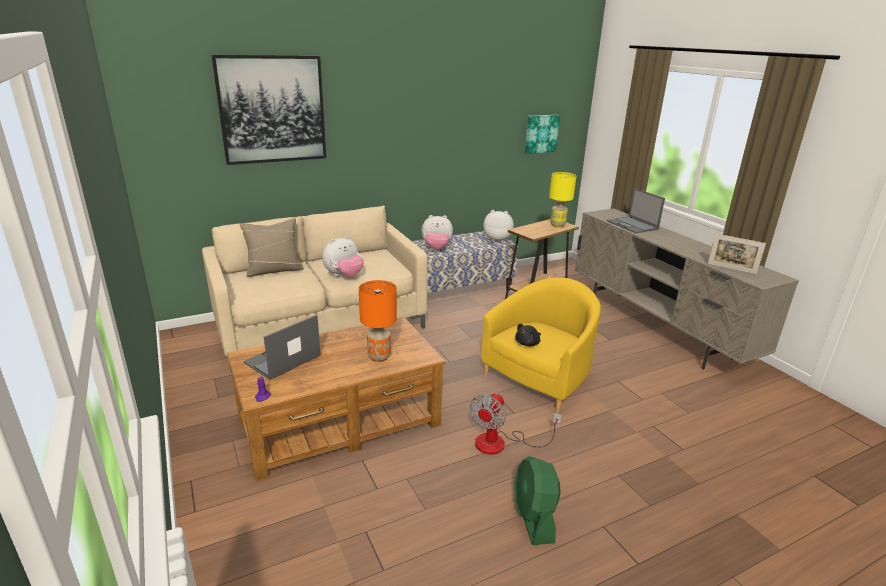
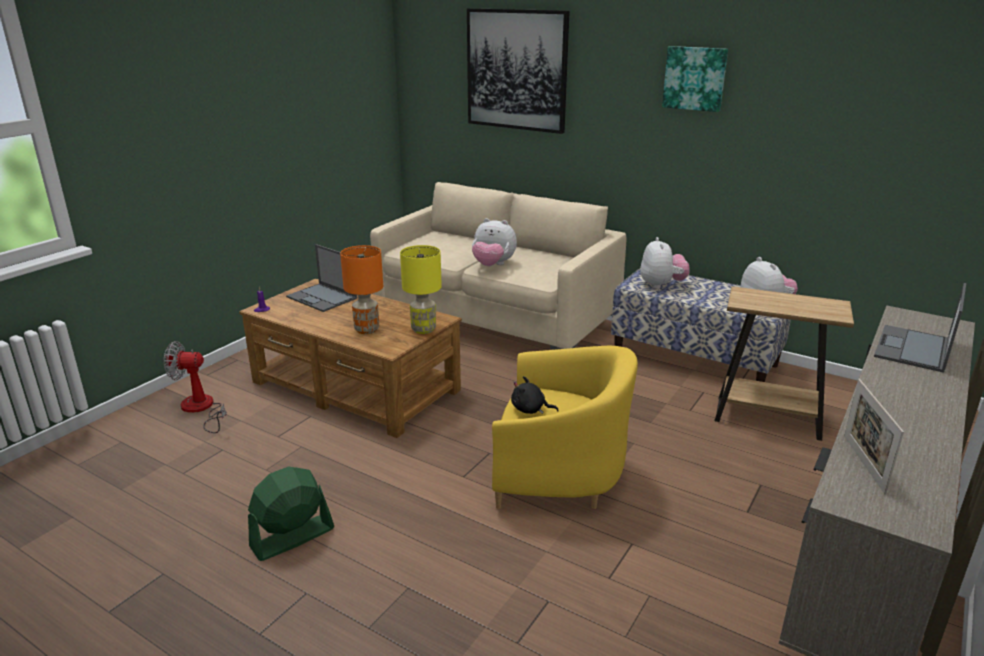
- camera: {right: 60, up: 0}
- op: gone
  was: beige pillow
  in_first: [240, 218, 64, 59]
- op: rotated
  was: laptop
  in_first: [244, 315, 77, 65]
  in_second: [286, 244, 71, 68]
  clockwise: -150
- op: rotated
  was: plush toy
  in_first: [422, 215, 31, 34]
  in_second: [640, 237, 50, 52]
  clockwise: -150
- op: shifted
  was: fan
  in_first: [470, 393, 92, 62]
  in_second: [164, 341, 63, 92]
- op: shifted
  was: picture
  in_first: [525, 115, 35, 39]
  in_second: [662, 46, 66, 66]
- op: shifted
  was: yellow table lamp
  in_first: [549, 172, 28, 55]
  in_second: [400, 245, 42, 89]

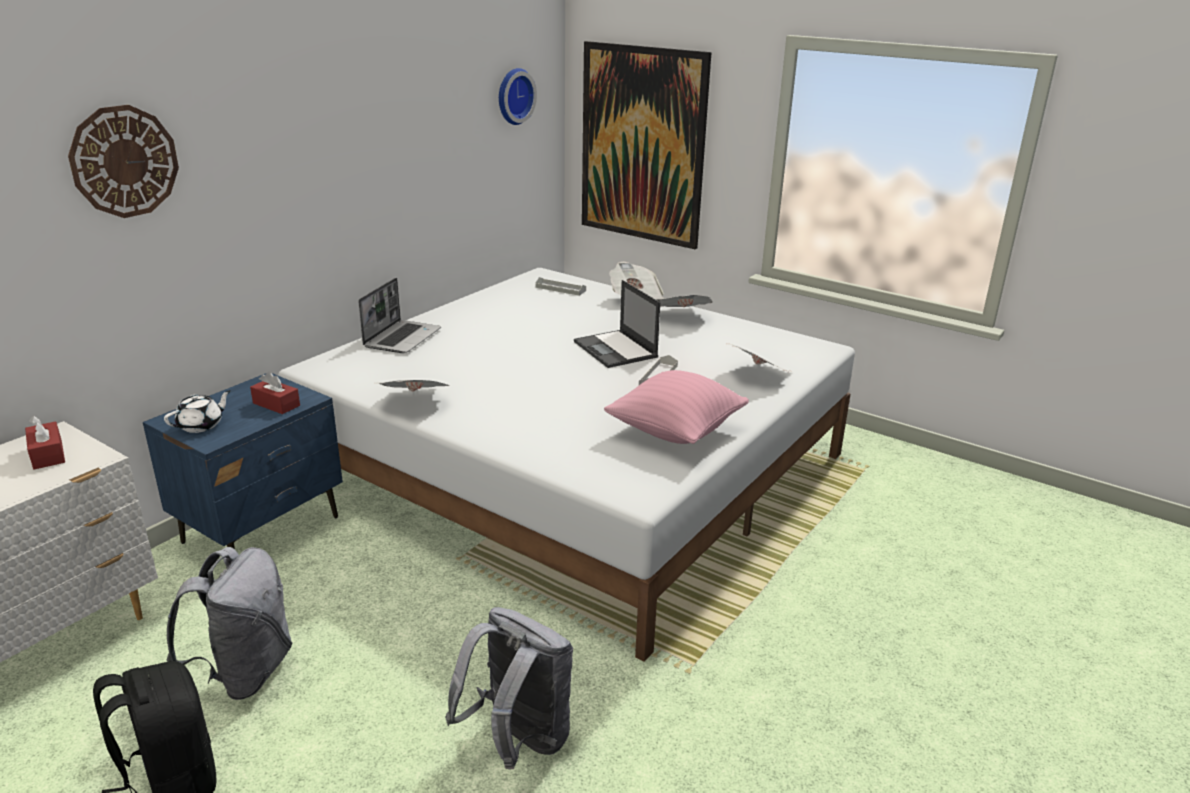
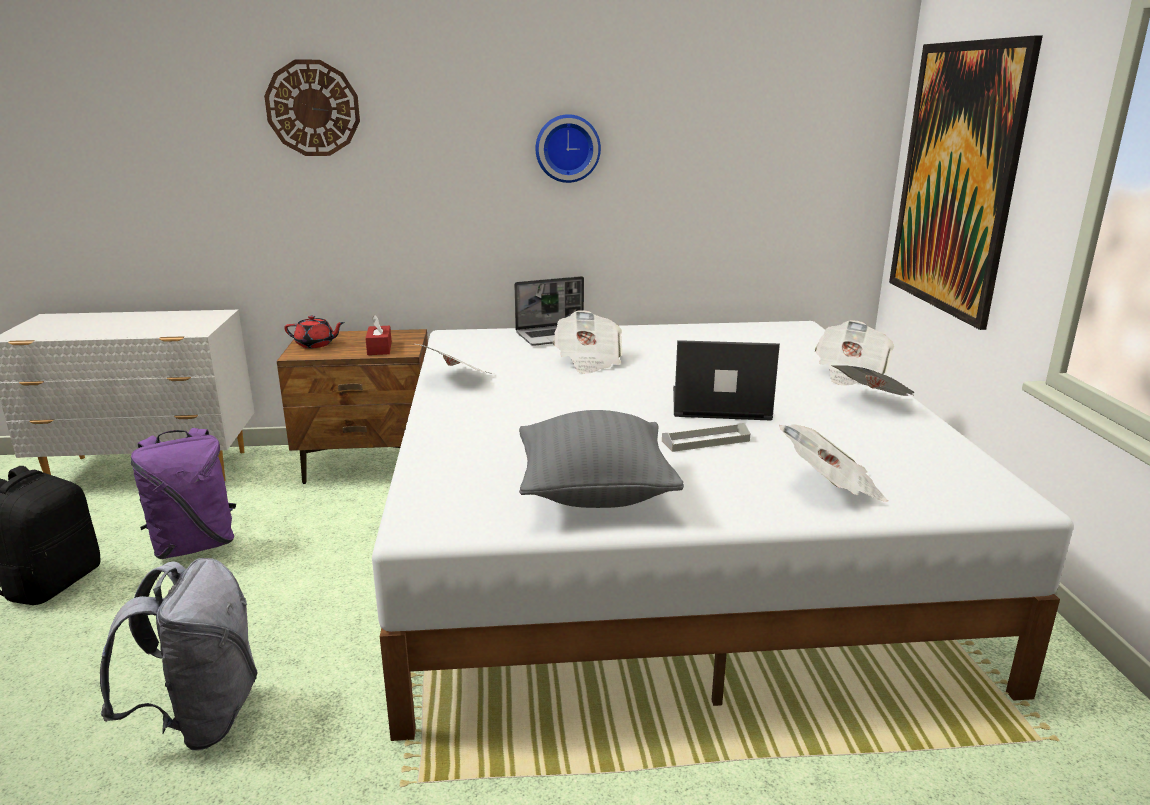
- camera: {right: 50, up: -5}
- op: gone
  was: red tissue box
  in_first: [25, 416, 40, 54]
- op: repainted
  was: blue nightstand
  now: brown nightstand
  in_first: [143, 373, 200, 176]
  in_second: [277, 329, 151, 155]
- op: repainted
  was: white teapot
  now: red teapot
  in_first: [164, 390, 67, 43]
  in_second: [284, 315, 61, 33]
- op: repainted
  was: grey backpack
  now: purple backpack
  in_first: [166, 547, 127, 153]
  in_second: [131, 428, 105, 131]
- op: shifted
  was: wall clock
  in_first: [499, 68, 38, 57]
  in_second: [535, 114, 66, 69]
- op: gone
  was: grey tray
  in_first: [535, 277, 51, 19]
- op: rotated
  was: laptop
  in_first: [574, 280, 86, 88]
  in_second: [673, 340, 107, 81]
  clockwise: 75
- op: repainted
  was: pink pillow
  now: grey pillow
  in_first: [604, 370, 145, 74]
  in_second: [519, 410, 165, 98]
- op: new
  now: newspaper
  in_second: [553, 310, 70, 64]

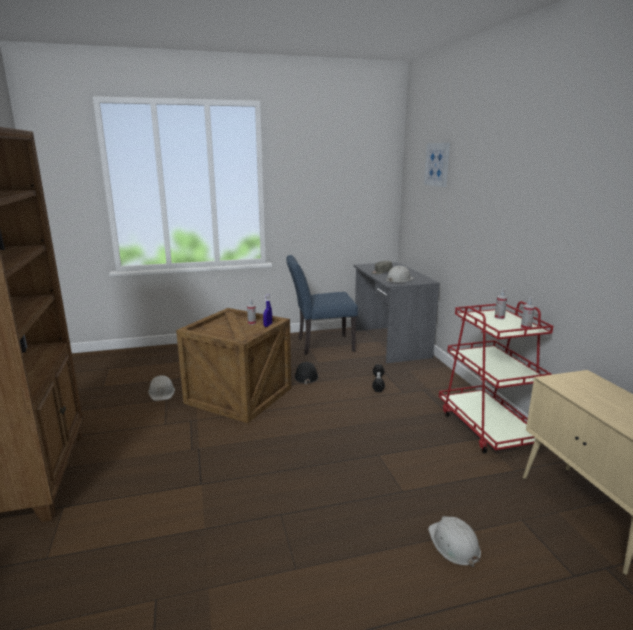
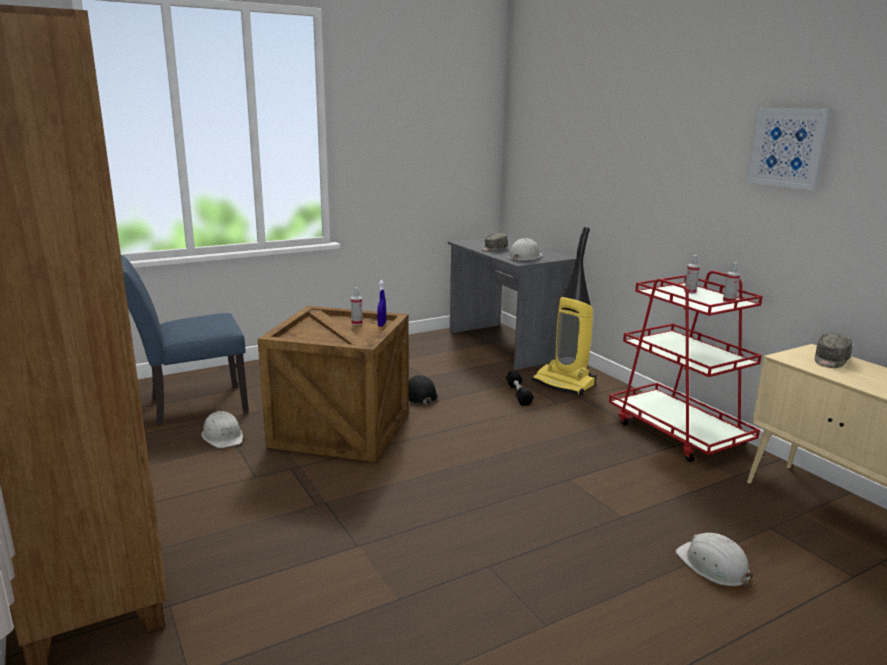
- camera: {right: -15, up: 0}
- op: shifted
  was: blue chair
  in_first: [286, 255, 72, 100]
  in_second: [121, 255, 128, 171]
- op: shifted
  was: picture
  in_first: [424, 143, 26, 44]
  in_second: [747, 108, 85, 82]
- op: new
  now: vacuum cleaner
  in_second: [532, 227, 64, 169]
- op: new
  now: grey cap
  in_second: [815, 333, 37, 35]

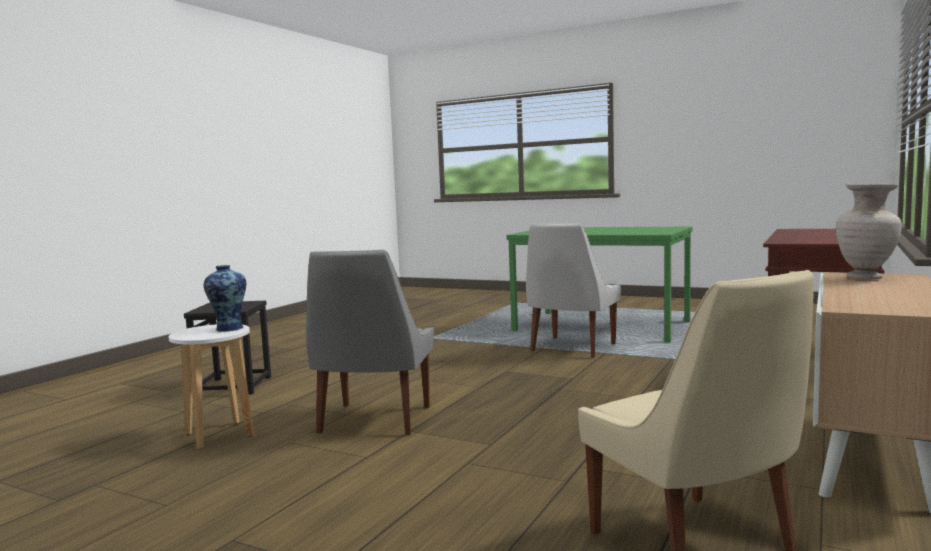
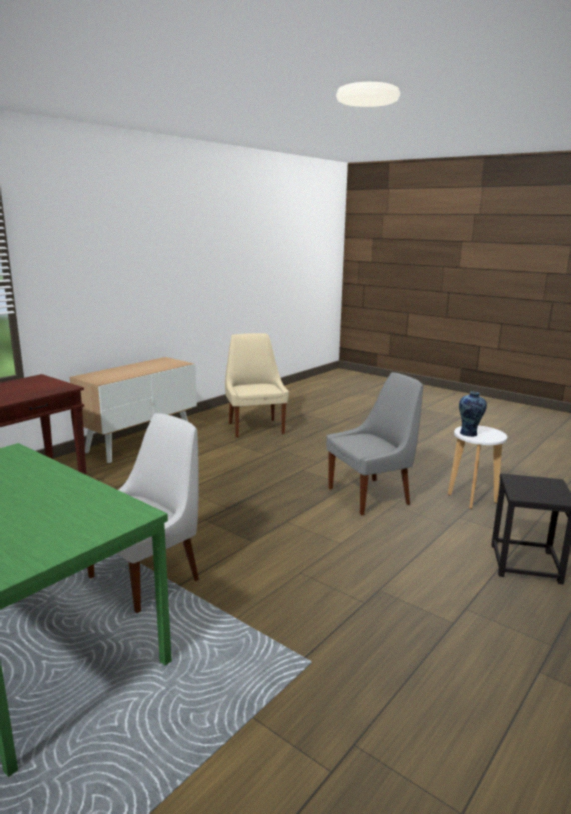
- camera: {right: -170, up: 10}
- op: rotated
  was: grey chair
  in_first: [306, 250, 128, 186]
  in_second: [326, 372, 97, 143]
  clockwise: 45
- op: gone
  was: beige vase
  in_first: [836, 184, 66, 96]

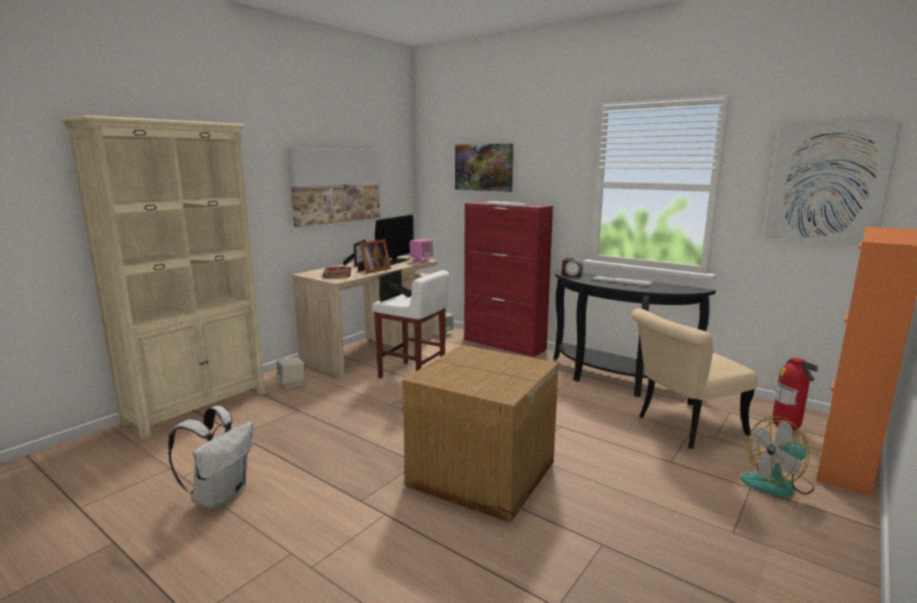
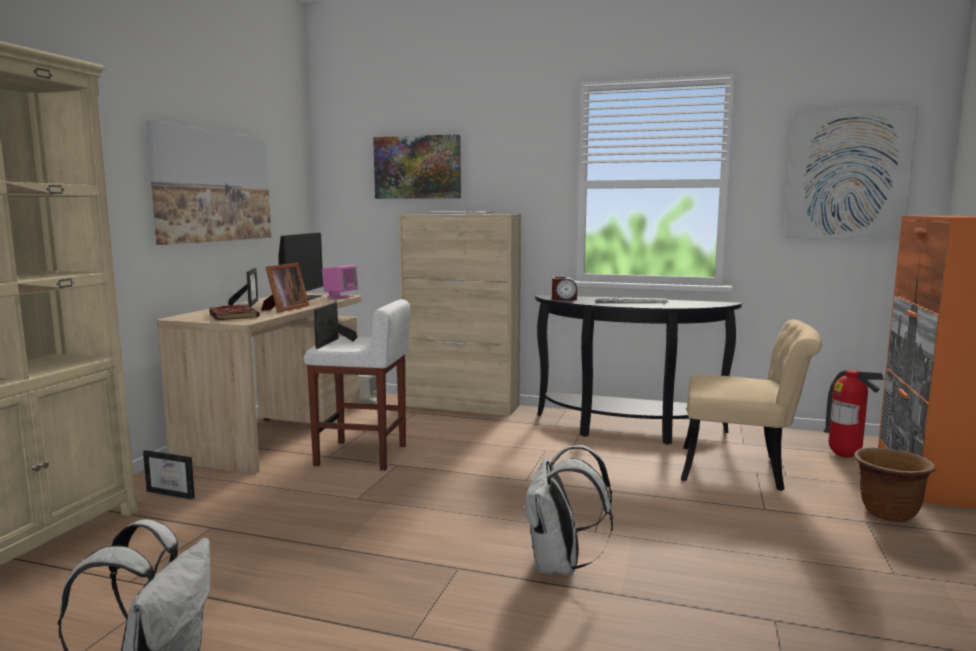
- camera: {right: -20, up: -5}
- op: swapped
  was: beige speaker
  now: picture frame
  in_first: [277, 357, 27, 32]
  in_second: [143, 450, 52, 49]
- op: swapped
  was: cardboard box
  now: white backpack
  in_first: [402, 345, 157, 178]
  in_second: [523, 445, 90, 131]
- op: repainted
  was: red cabinet
  now: beige cabinet
  in_first: [464, 202, 89, 155]
  in_second: [399, 214, 122, 202]
- op: rotated
  was: beige chair
  in_first: [632, 308, 126, 141]
  in_second: [681, 320, 141, 171]
  clockwise: -120
- op: swapped
  was: fan
  now: brown planter
  in_first: [740, 416, 74, 81]
  in_second: [854, 448, 81, 74]

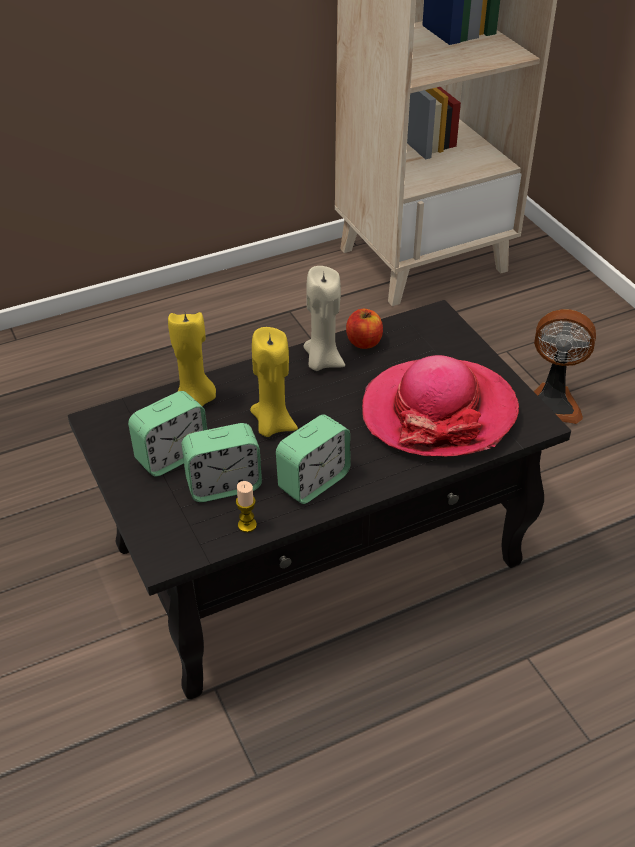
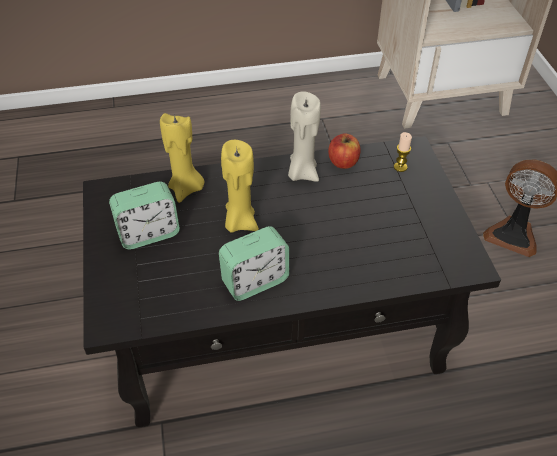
- camera: {right: 15, up: 5}
- op: gone
  was: alarm clock
  in_first: [182, 423, 80, 79]
- op: shifted
  was: candle
  in_first: [236, 481, 21, 51]
  in_second: [394, 132, 18, 40]
- op: gone
  was: hat
  in_first: [362, 355, 157, 102]

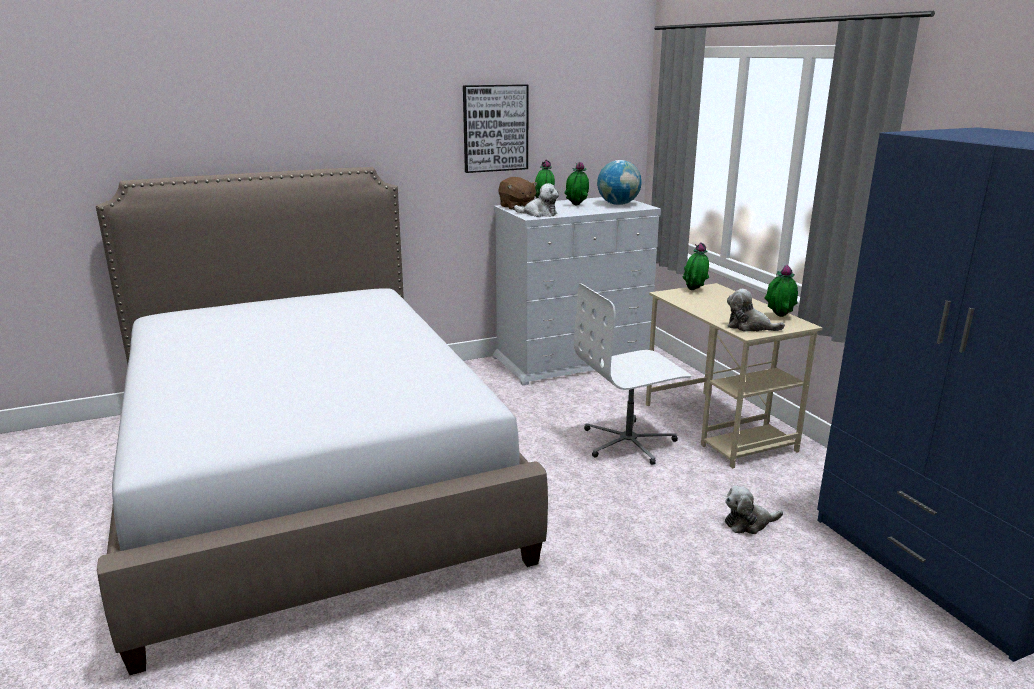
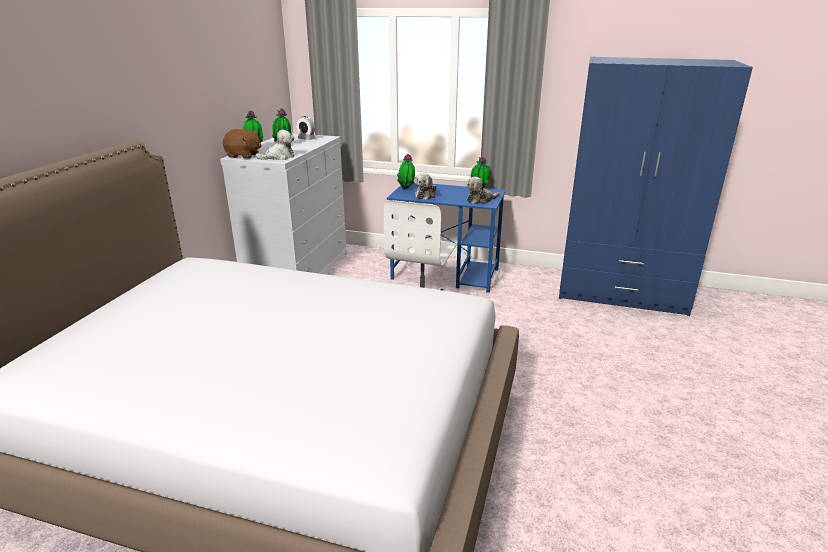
- camera: {right: -50, up: 5}
- op: gone
  was: picture
  in_first: [463, 84, 66, 89]
- op: swapped
  was: globe
  now: alarm clock
  in_first: [597, 160, 45, 45]
  in_second: [296, 116, 19, 24]
- op: repainted
  was: beige desk
  now: blue desk
  in_first: [646, 283, 176, 185]
  in_second: [387, 183, 119, 110]
- op: shifted
  was: plush toy
  in_first: [725, 486, 58, 48]
  in_second: [414, 173, 22, 27]

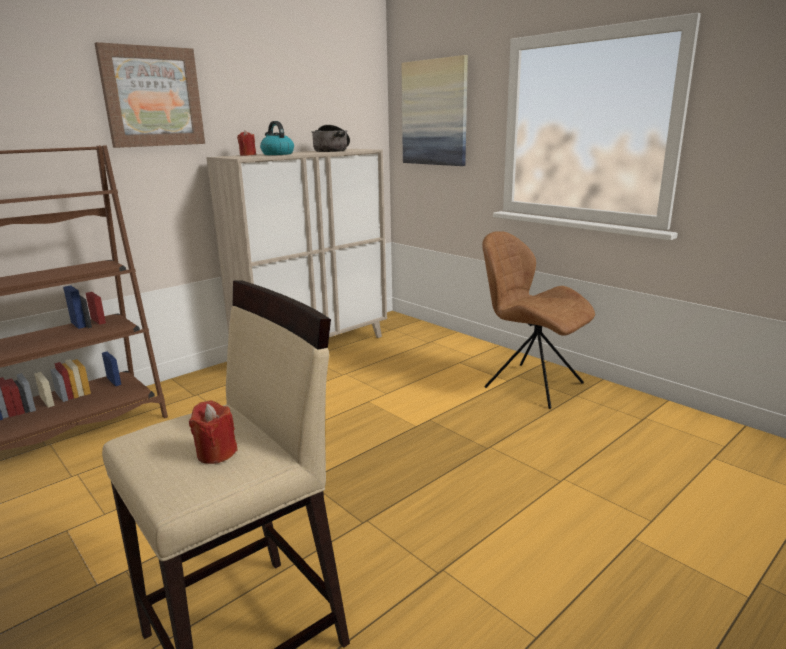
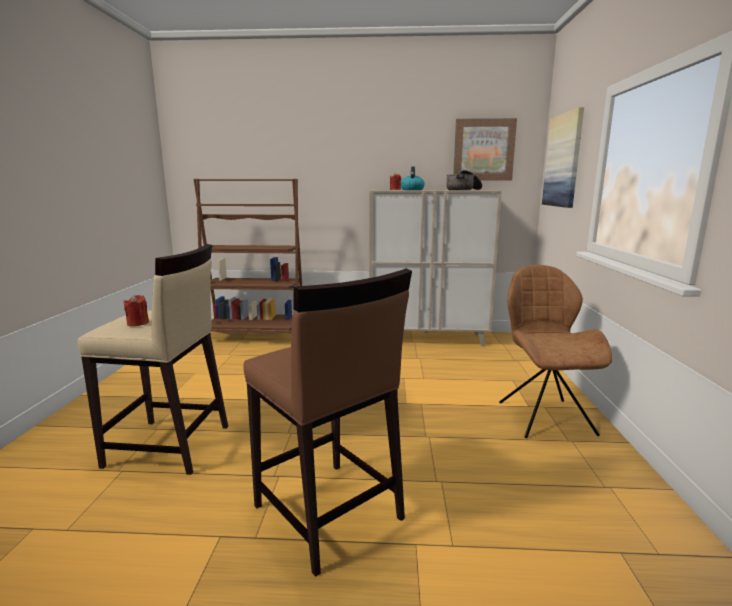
- camera: {right: 45, up: -5}
- op: shifted
  was: picture
  in_first: [94, 42, 111, 106]
  in_second: [453, 118, 64, 63]
- op: new
  now: brown stool
  in_second: [243, 268, 169, 309]

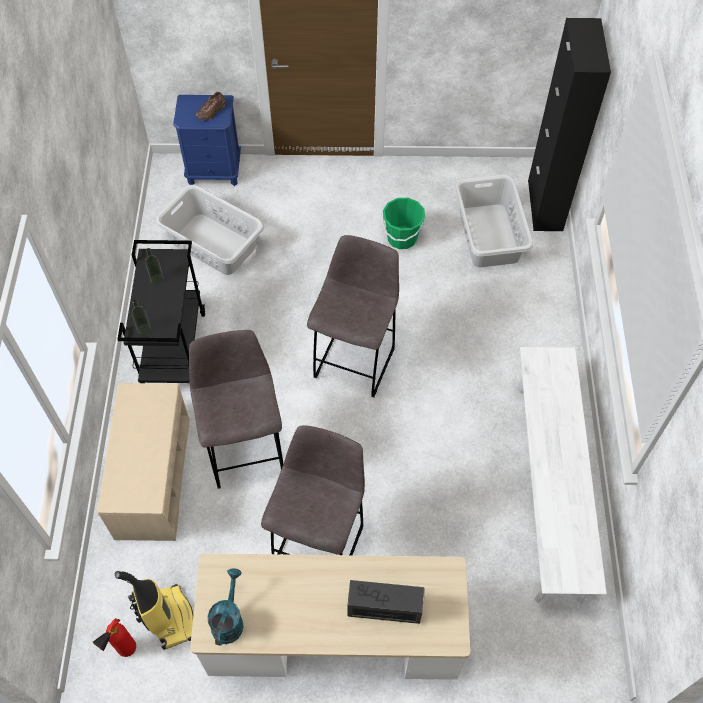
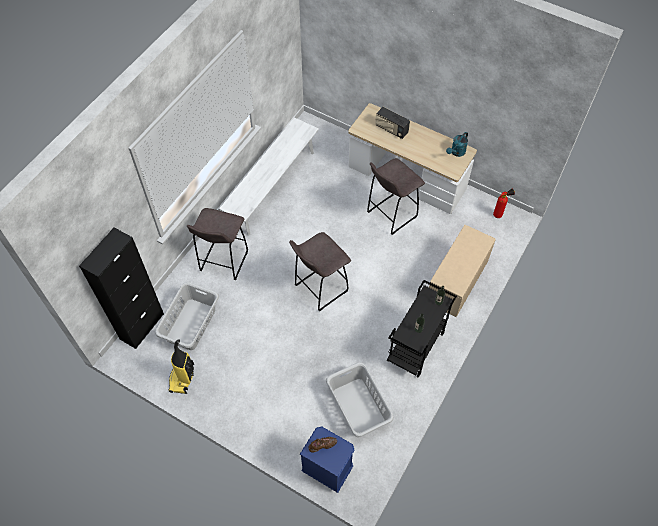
- camera: {right: -150, up: 0}
- op: shifted
  was: vacuum cleaner
  in_first: [115, 571, 78, 79]
  in_second: [169, 339, 25, 55]
- op: shifted
  was: grey stool
  in_first: [189, 330, 94, 159]
  in_second: [187, 208, 61, 72]
- op: gone
  was: green bucket
  in_first: [382, 198, 43, 51]

